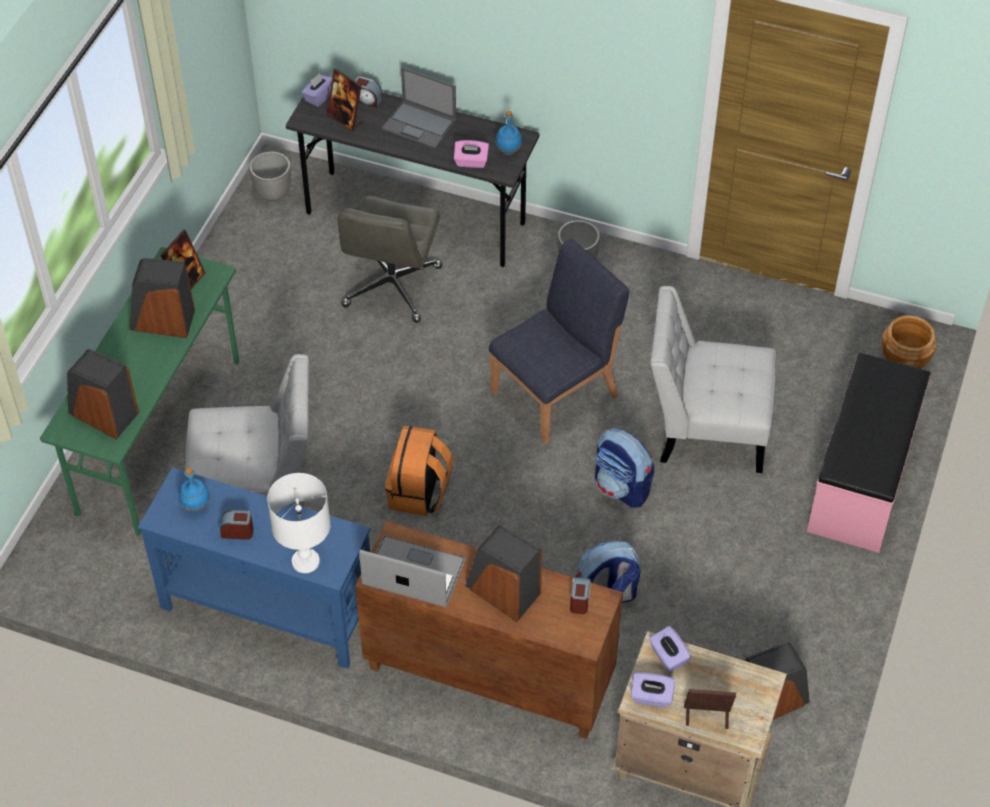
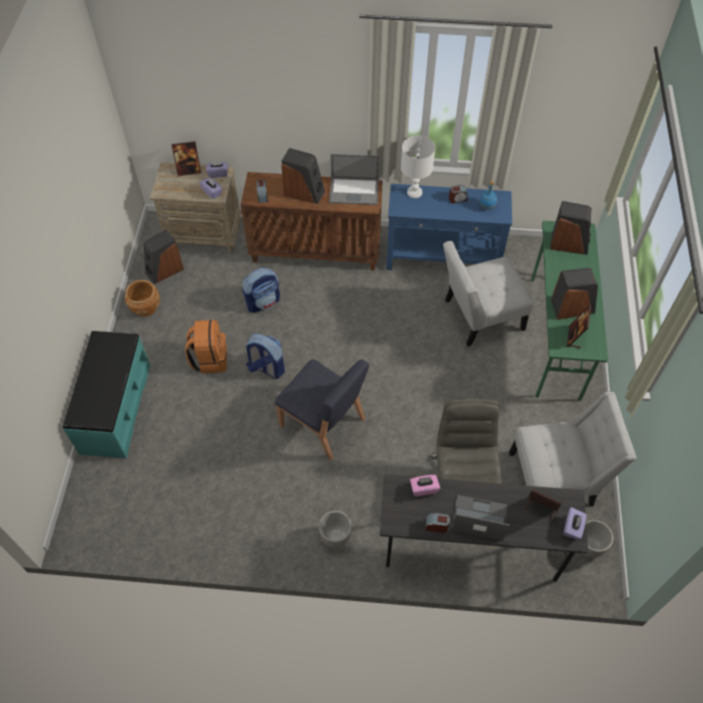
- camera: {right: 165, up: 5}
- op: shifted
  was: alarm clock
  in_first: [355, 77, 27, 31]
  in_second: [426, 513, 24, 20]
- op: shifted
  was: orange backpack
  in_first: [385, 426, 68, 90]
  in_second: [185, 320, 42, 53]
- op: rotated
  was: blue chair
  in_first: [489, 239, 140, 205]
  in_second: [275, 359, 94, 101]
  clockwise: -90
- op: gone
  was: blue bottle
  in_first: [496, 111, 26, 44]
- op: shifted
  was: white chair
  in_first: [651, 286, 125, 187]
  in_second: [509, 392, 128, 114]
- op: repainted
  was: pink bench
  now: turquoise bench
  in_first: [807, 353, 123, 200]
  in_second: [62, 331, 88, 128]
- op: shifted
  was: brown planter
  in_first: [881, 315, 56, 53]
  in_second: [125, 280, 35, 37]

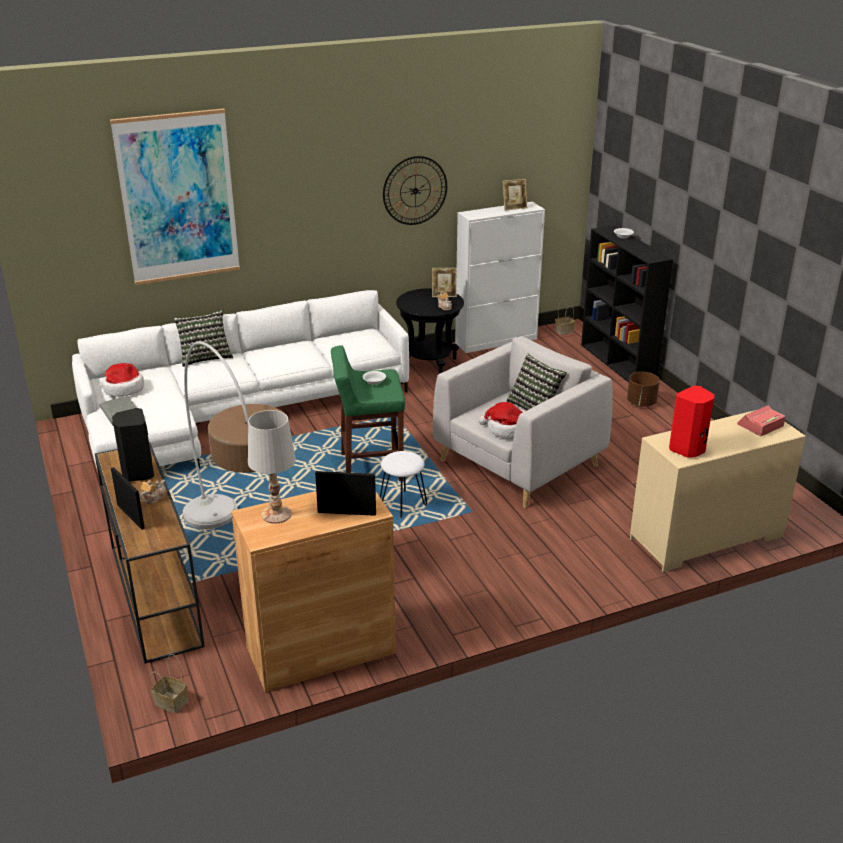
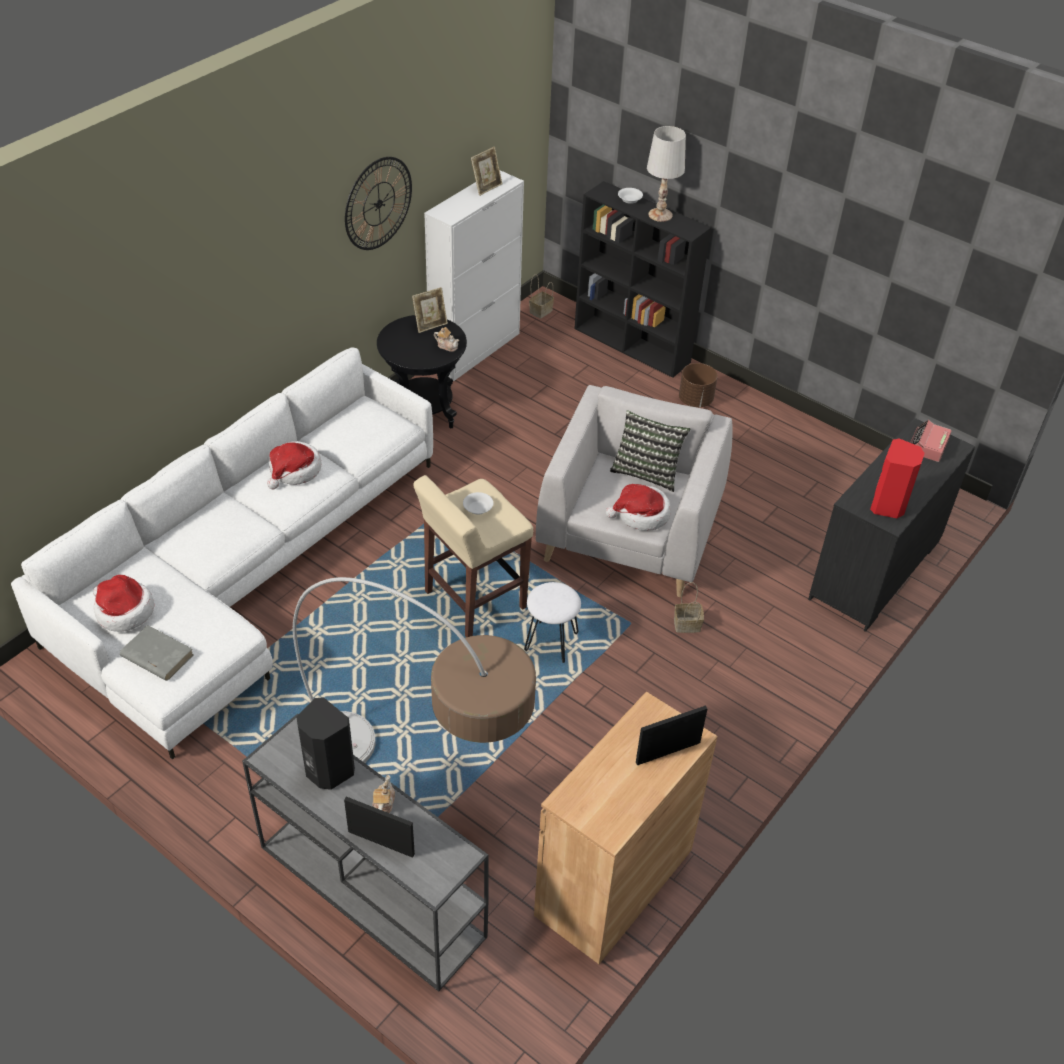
- camera: {right: -30, up: 15}
- op: repainted
  was: brown console table
  now: grey console table
  in_first: [95, 442, 110, 222]
  in_second: [242, 714, 246, 278]
- op: gone
  was: picture
  in_first: [110, 108, 130, 177]
- op: shifted
  was: basket
  in_first: [151, 654, 37, 59]
  in_second: [674, 582, 30, 51]
- op: gone
  was: pillow
  in_first: [174, 309, 59, 58]
- op: shifted
  was: white table lamp
  in_first: [248, 410, 48, 114]
  in_second: [647, 126, 39, 96]
- op: repainted
  was: green stool
  now: beige stool
  in_first: [331, 346, 74, 135]
  in_second: [414, 475, 119, 162]
- op: repainted
  was: beige dresser
  now: black dresser
  in_first: [630, 410, 176, 162]
  in_second: [808, 418, 167, 214]
- op: new
  now: hat
  in_second: [267, 441, 55, 48]

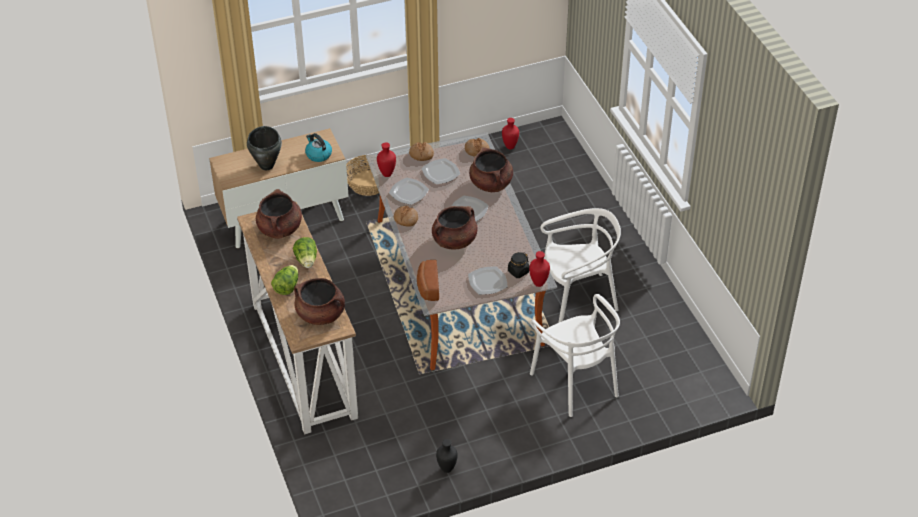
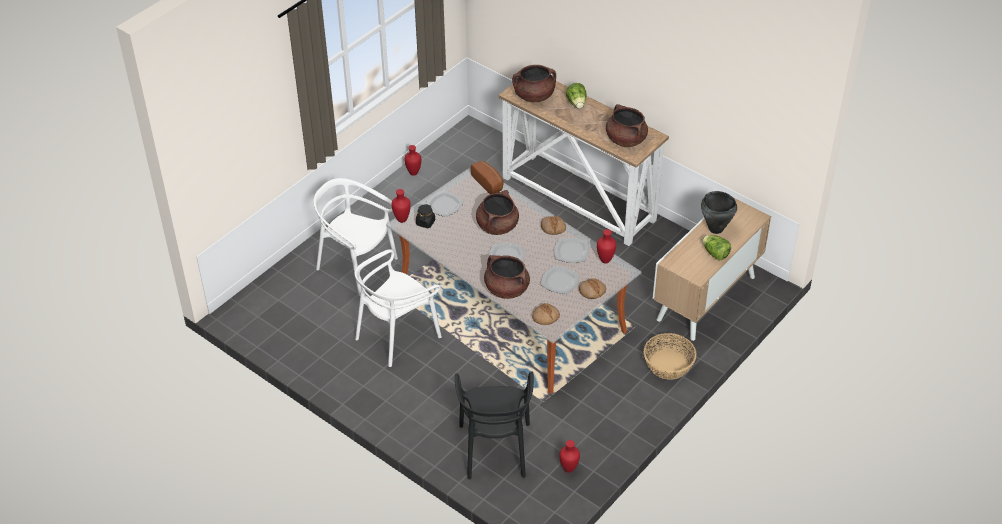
- camera: {right: 150, up: 0}
- op: shifted
  was: lettuce
  in_first: [293, 237, 24, 31]
  in_second: [702, 235, 29, 26]
- op: gone
  was: kettle
  in_first: [305, 133, 27, 29]
- op: repainted
  was: black vase
  now: red vase
  in_first: [436, 439, 22, 34]
  in_second: [404, 145, 17, 31]
- op: new
  now: black chair
  in_second: [455, 371, 79, 108]

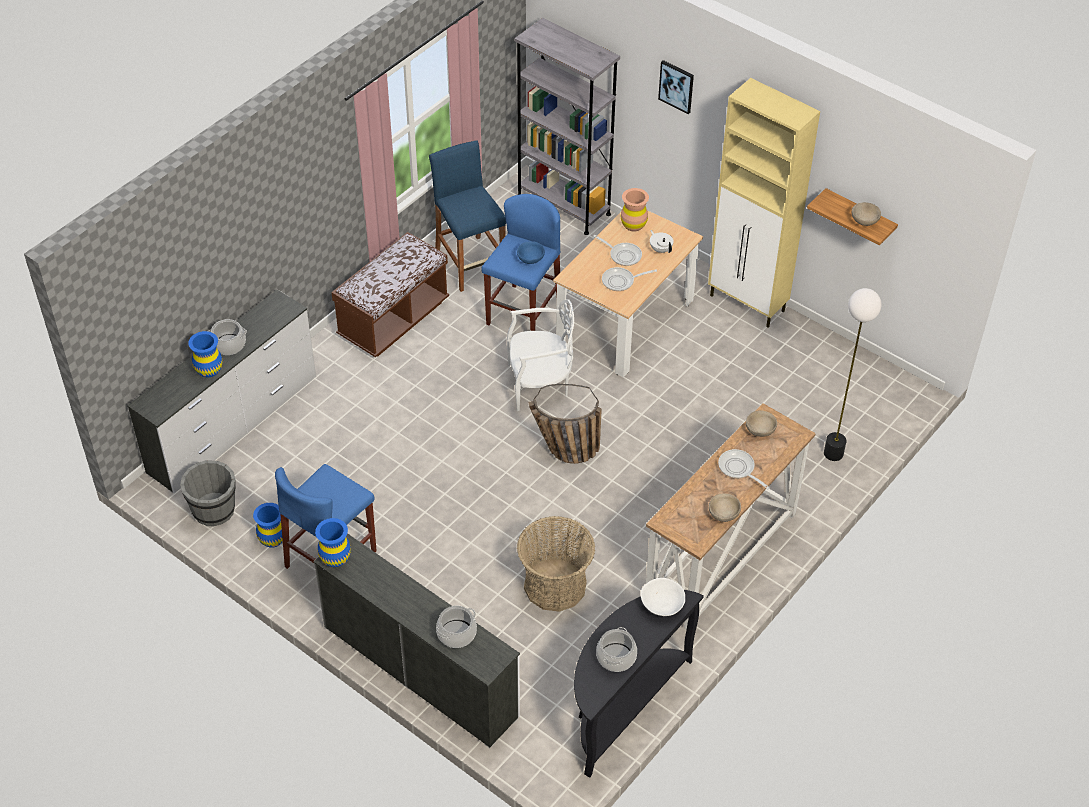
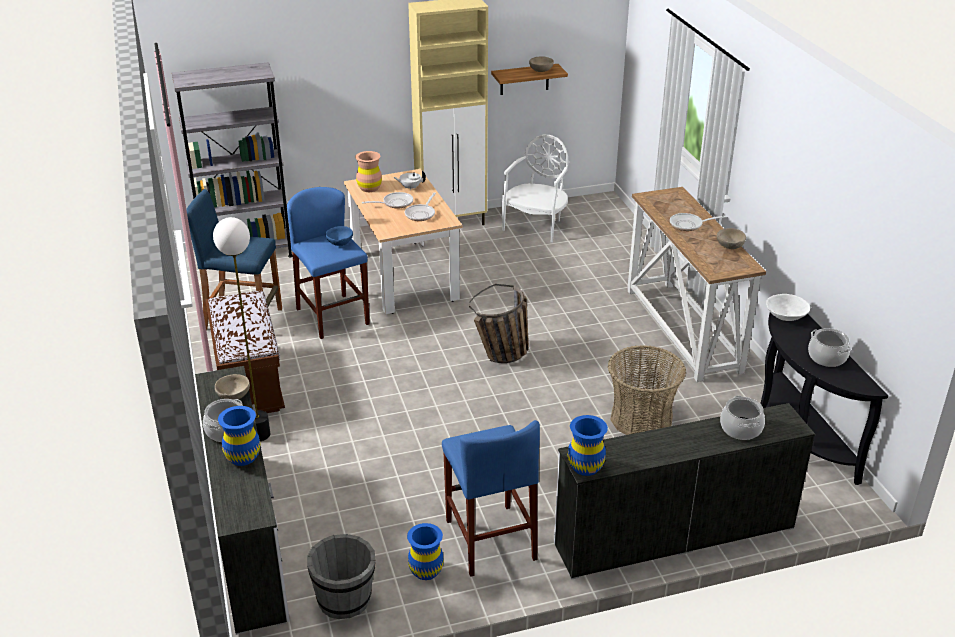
- camera: {right: -55, up: -15}
- op: shifted
  was: white chair
  in_first: [507, 300, 67, 111]
  in_second: [502, 135, 67, 108]
- op: gone
  was: picture
  in_first: [658, 60, 36, 54]
- op: shifted
  was: beige bowl
  in_first: [746, 410, 31, 27]
  in_second: [215, 374, 35, 26]
- op: shifted
  was: floor lamp
  in_first: [824, 288, 58, 173]
  in_second: [213, 217, 57, 224]

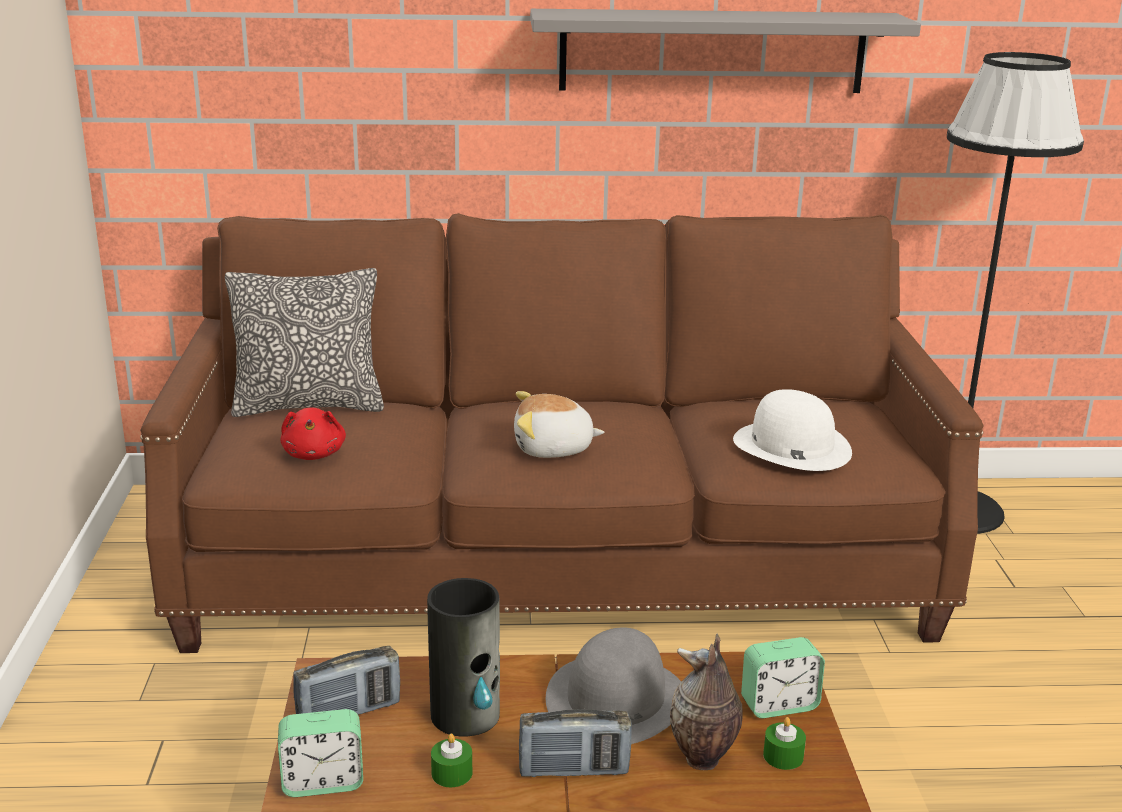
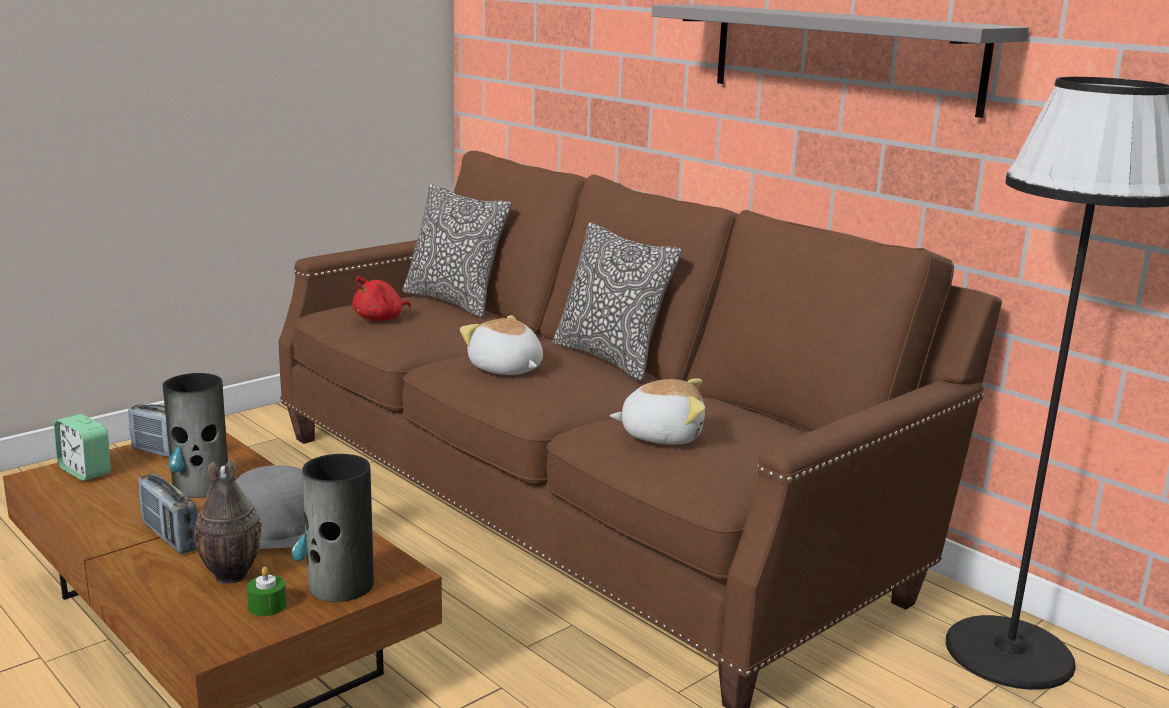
- camera: {right: 50, up: -5}
- op: gone
  was: green candle
  in_first: [431, 733, 41, 54]
- op: swapped
  was: white hat
  now: plush toy
  in_first: [733, 389, 119, 82]
  in_second: [610, 378, 95, 66]
- op: swapped
  was: alarm clock
  now: vase
  in_first: [741, 637, 84, 81]
  in_second: [291, 454, 83, 148]
- op: new
  now: pillow
  in_second: [553, 222, 128, 159]

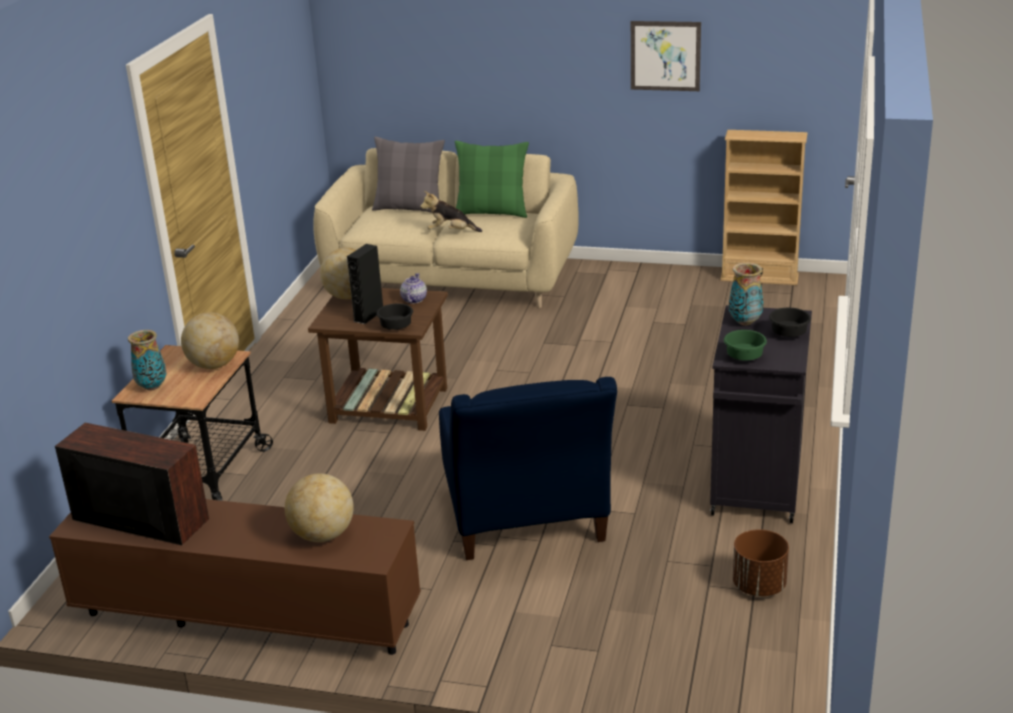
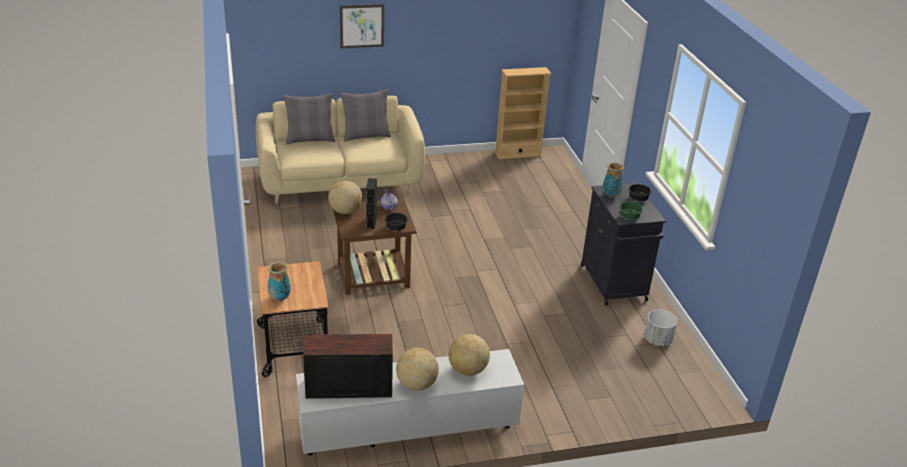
- camera: {right: -30, up: 5}
- op: repainted
  was: brown tv stand
  now: white tv stand
  in_first: [49, 499, 372, 156]
  in_second: [296, 349, 228, 107]
- op: shifted
  was: globe
  in_first: [181, 312, 58, 57]
  in_second: [396, 348, 43, 43]
- op: gone
  was: plush toy
  in_first: [420, 191, 62, 41]
- op: gone
  was: blue armchair
  in_first: [439, 377, 178, 183]
- op: repainted
  was: green pillow
  now: grey pillow
  in_first: [455, 141, 74, 77]
  in_second: [340, 89, 51, 53]
- op: shifted
  was: picture
  in_first: [631, 21, 70, 70]
  in_second: [339, 4, 45, 44]
- op: repainted
  was: brown planter
  now: white planter
  in_first: [733, 529, 56, 67]
  in_second: [644, 309, 34, 37]

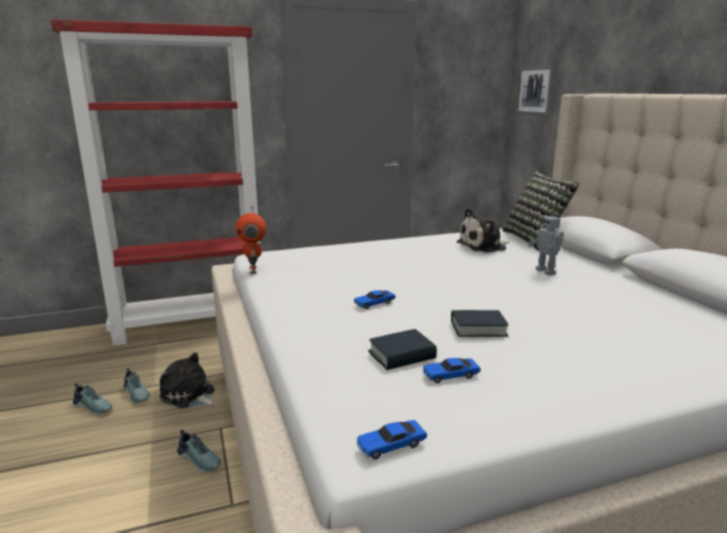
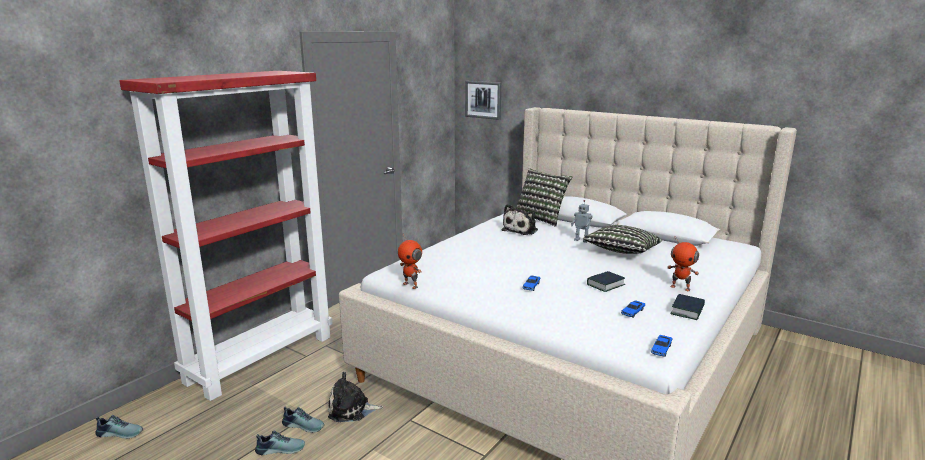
- camera: {right: -35, up: 0}
- op: shifted
  was: shoe
  in_first: [177, 429, 44, 44]
  in_second: [95, 415, 48, 24]
- op: shifted
  was: book
  in_first: [368, 329, 69, 41]
  in_second: [670, 294, 35, 26]
- op: new
  now: pillow
  in_second: [583, 225, 79, 29]
- op: new
  now: toy robot
  in_second: [668, 237, 31, 54]

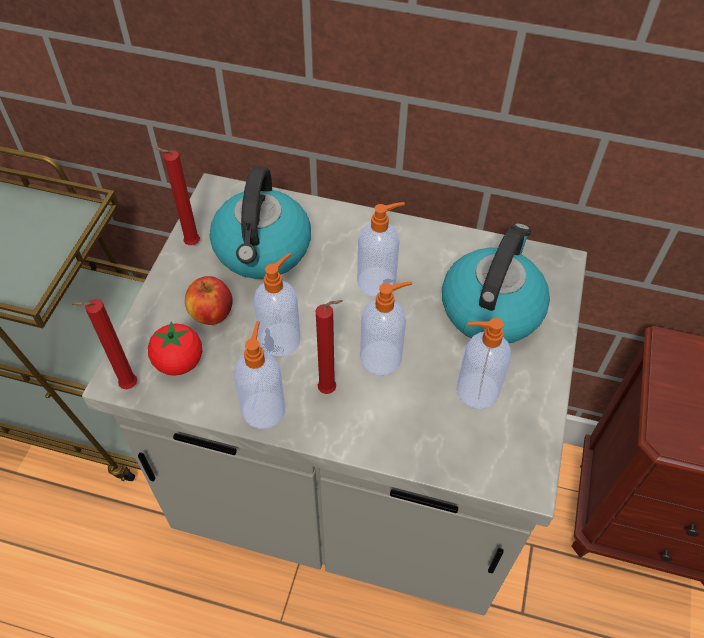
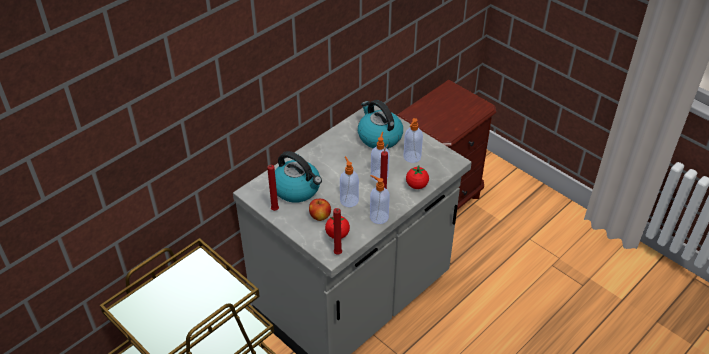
- camera: {right: -60, up: -10}
- op: gone
  was: soap dispenser
  in_first: [357, 202, 48, 95]
- op: new
  now: tomato
  in_second: [406, 165, 23, 24]

